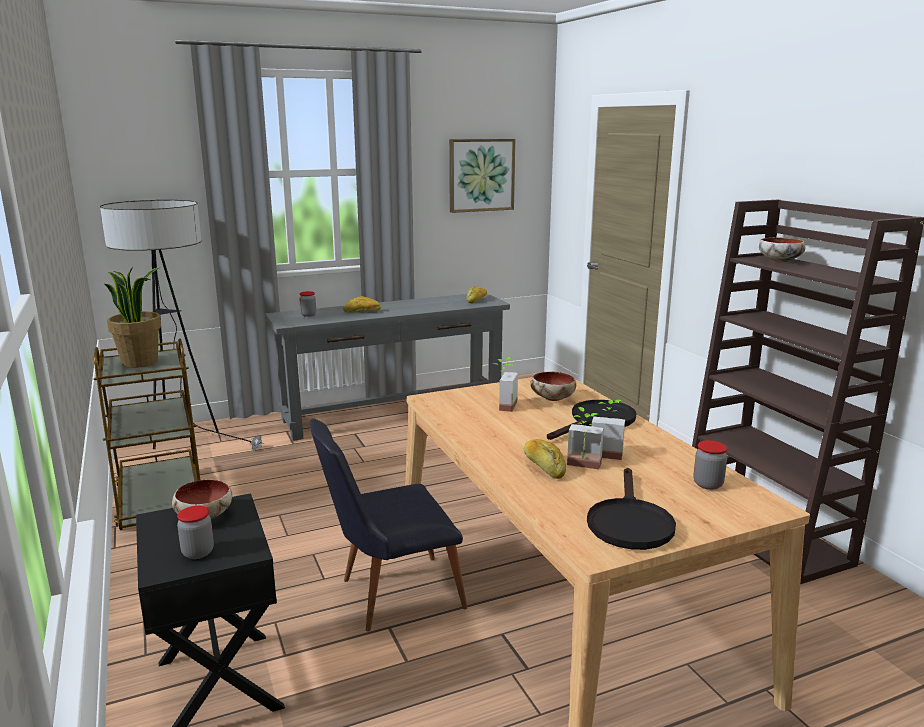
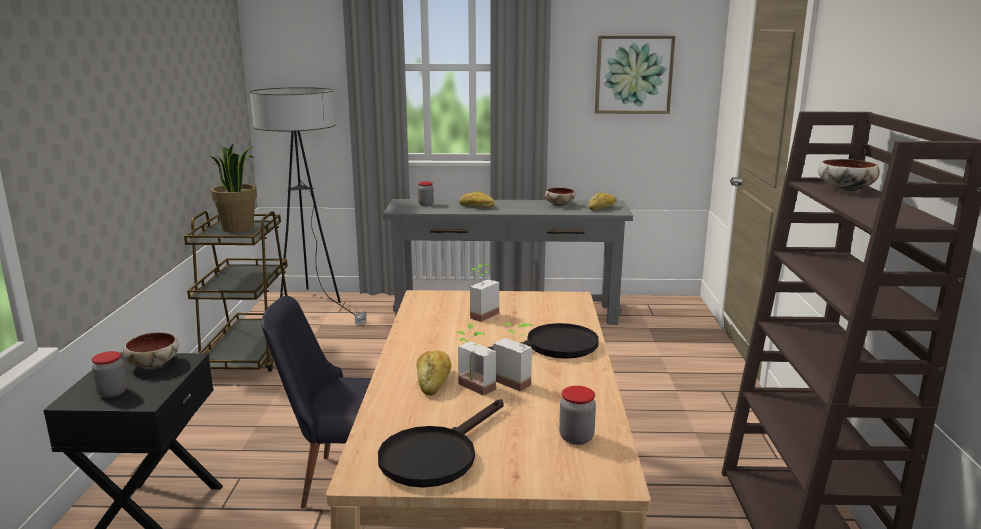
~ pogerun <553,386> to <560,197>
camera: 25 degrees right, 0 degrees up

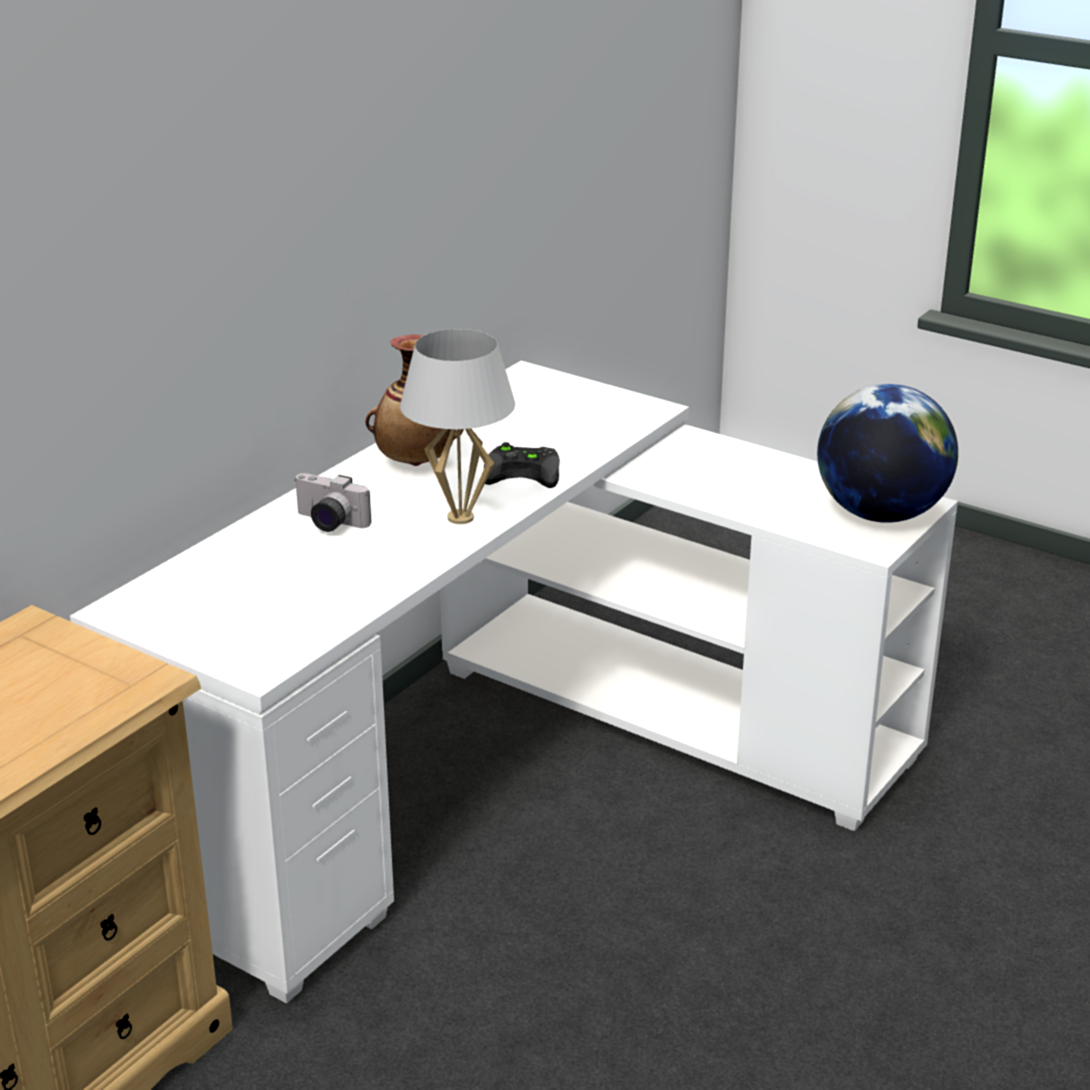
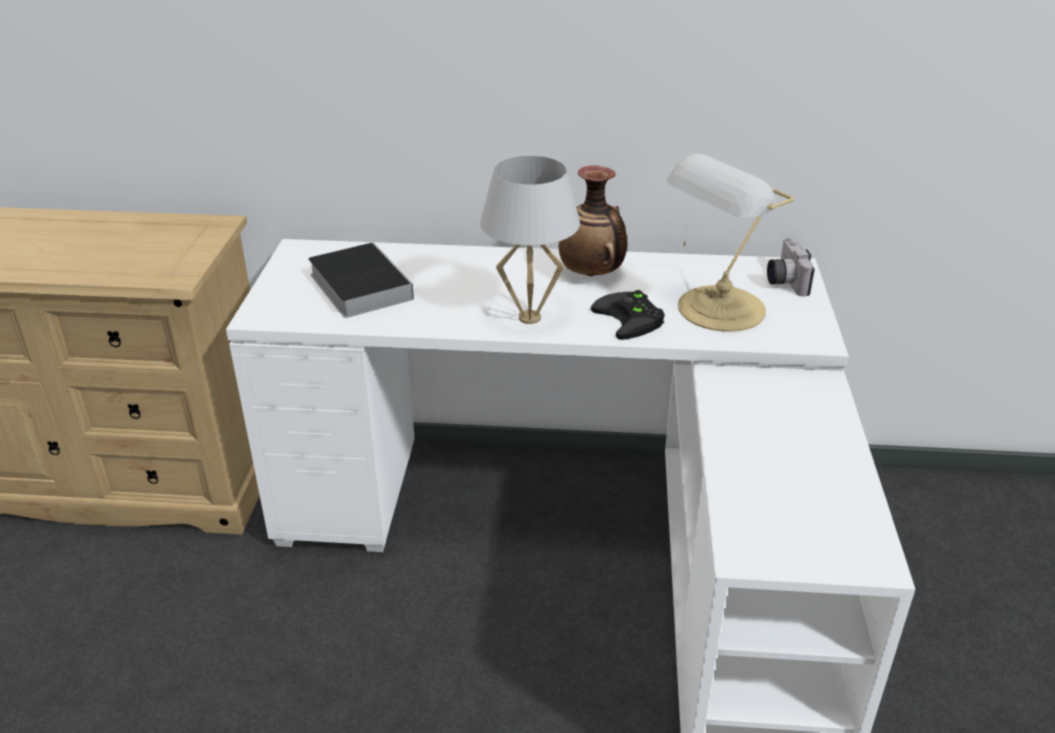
+ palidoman <361,280>
+ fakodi <731,243>
~ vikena <332,502> to <791,267>
- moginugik <887,453>
camera: 60 degrees right, 5 degrees up

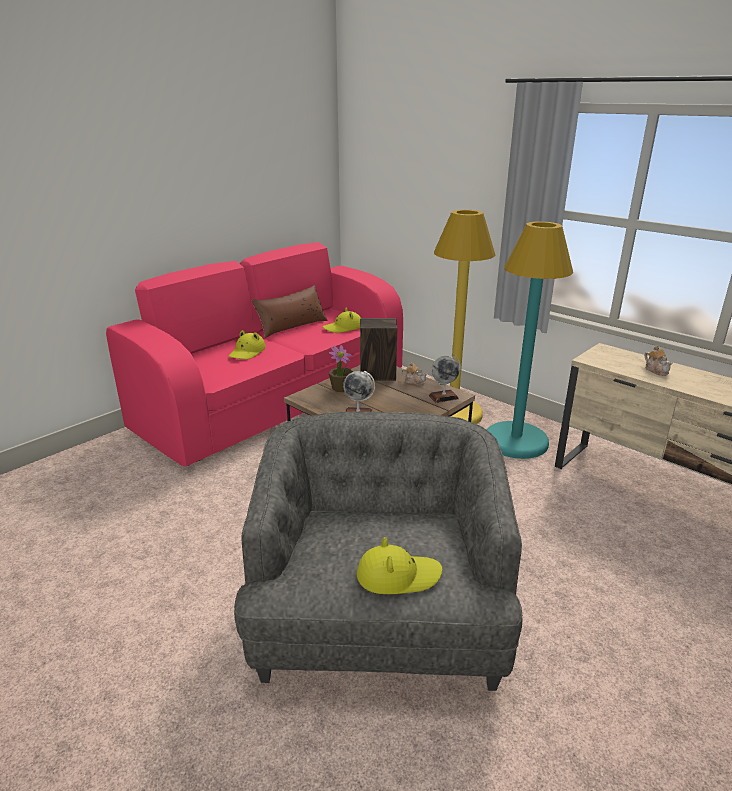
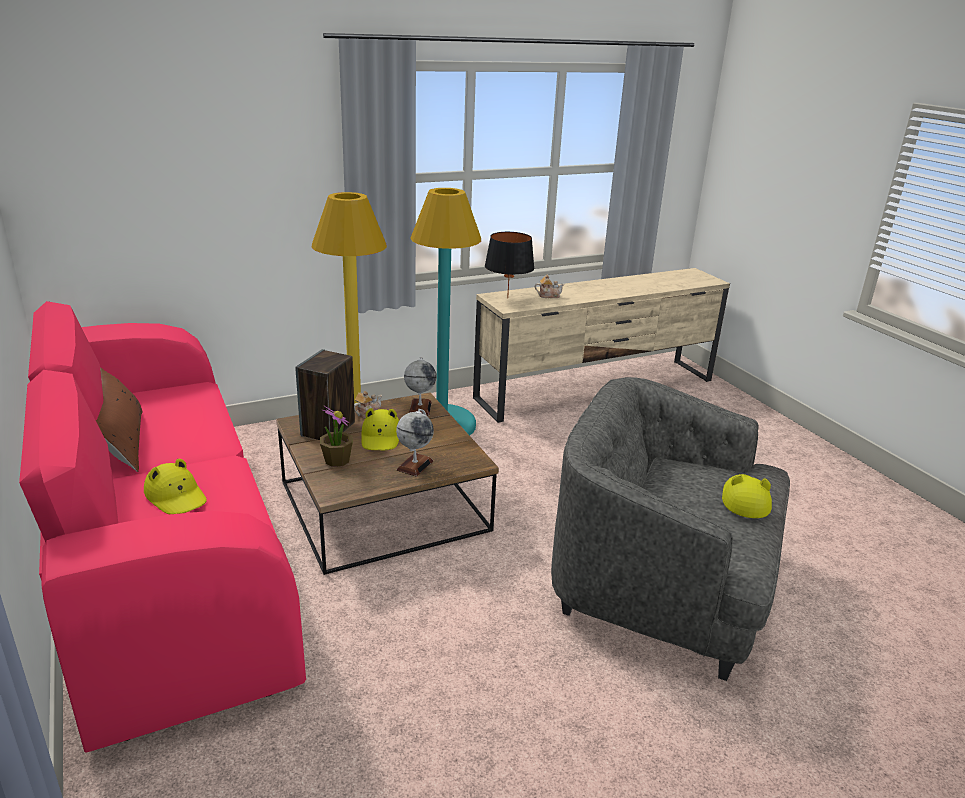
~ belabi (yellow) <342,320> to <380,429>
+ fakodi (black) <509,265>
camera: 70 degrees left, 0 degrees up

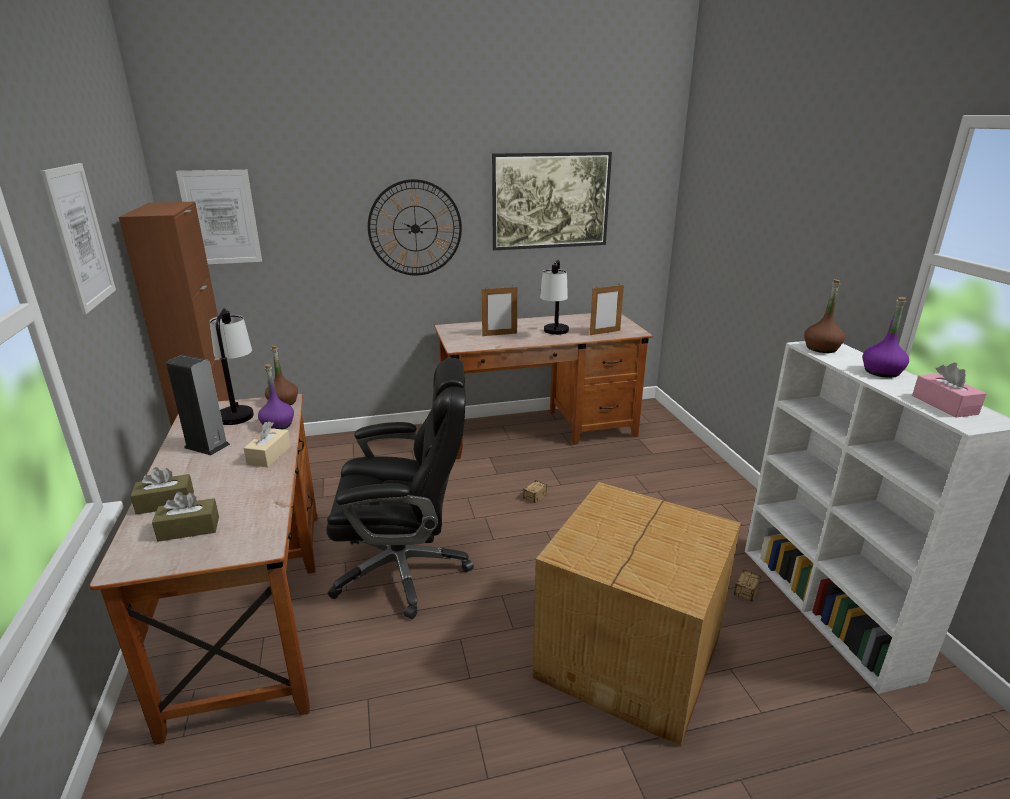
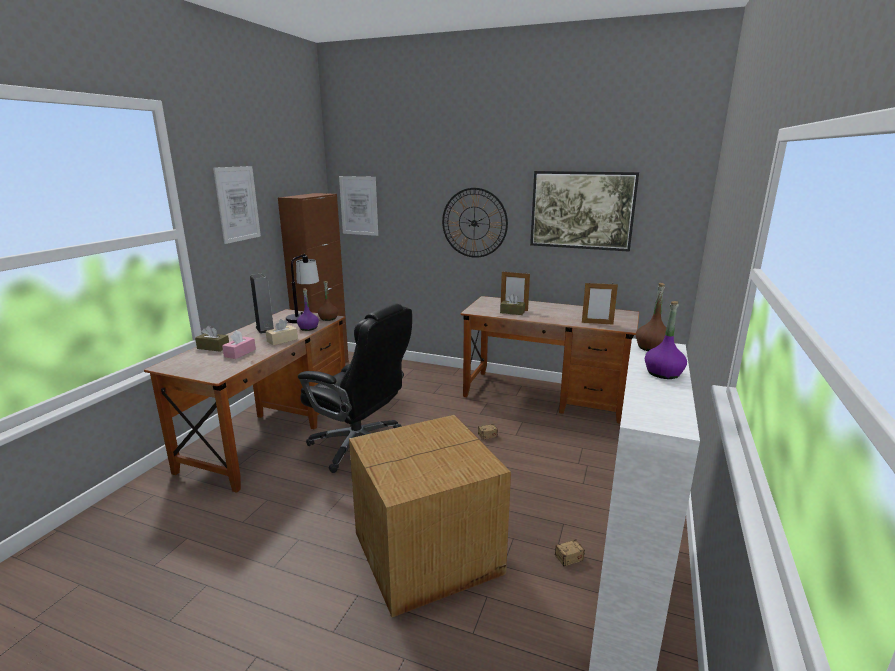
~ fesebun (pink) <949,390> to <239,344>
~ fesebun (brown) <185,517> to <512,304>
- fakodi <554,297>
camera: 35 degrees right, 5 degrees down

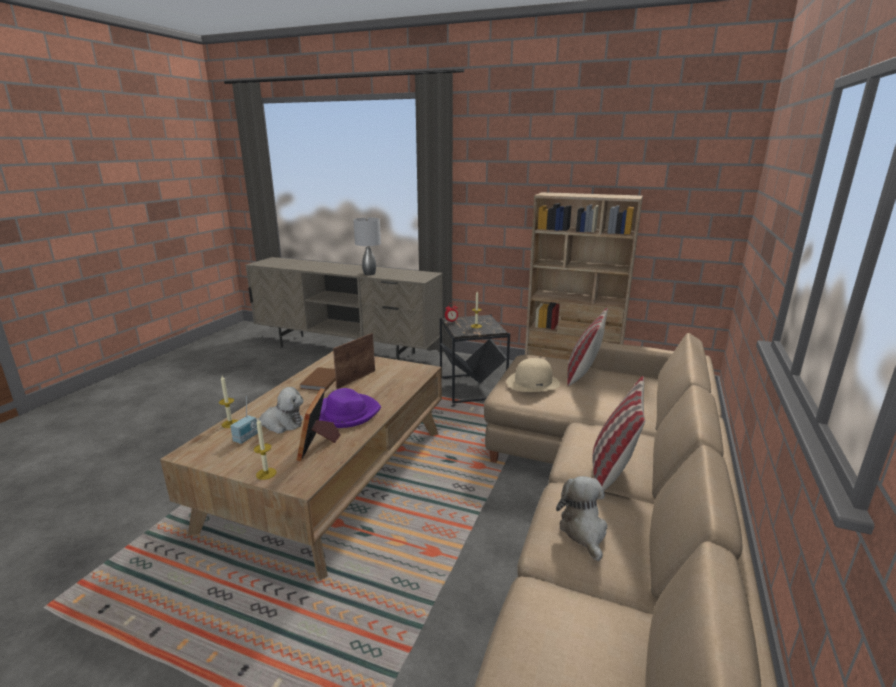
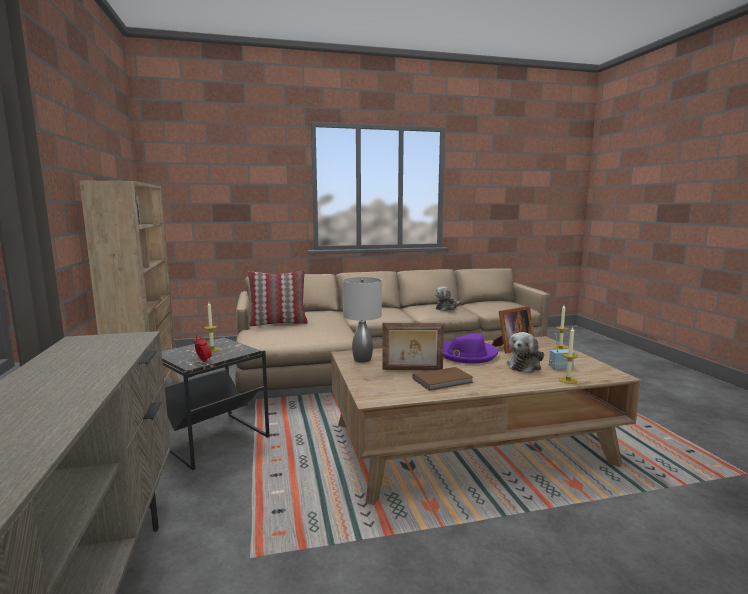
~ fakodi (grey) <367,246> to <362,320>
~ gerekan <279,410> = <525,352> 105 degrees counterclockwise
- belabi (beige) <533,375>
- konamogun <618,433>
camera: 125 degrees left, 10 degrees down

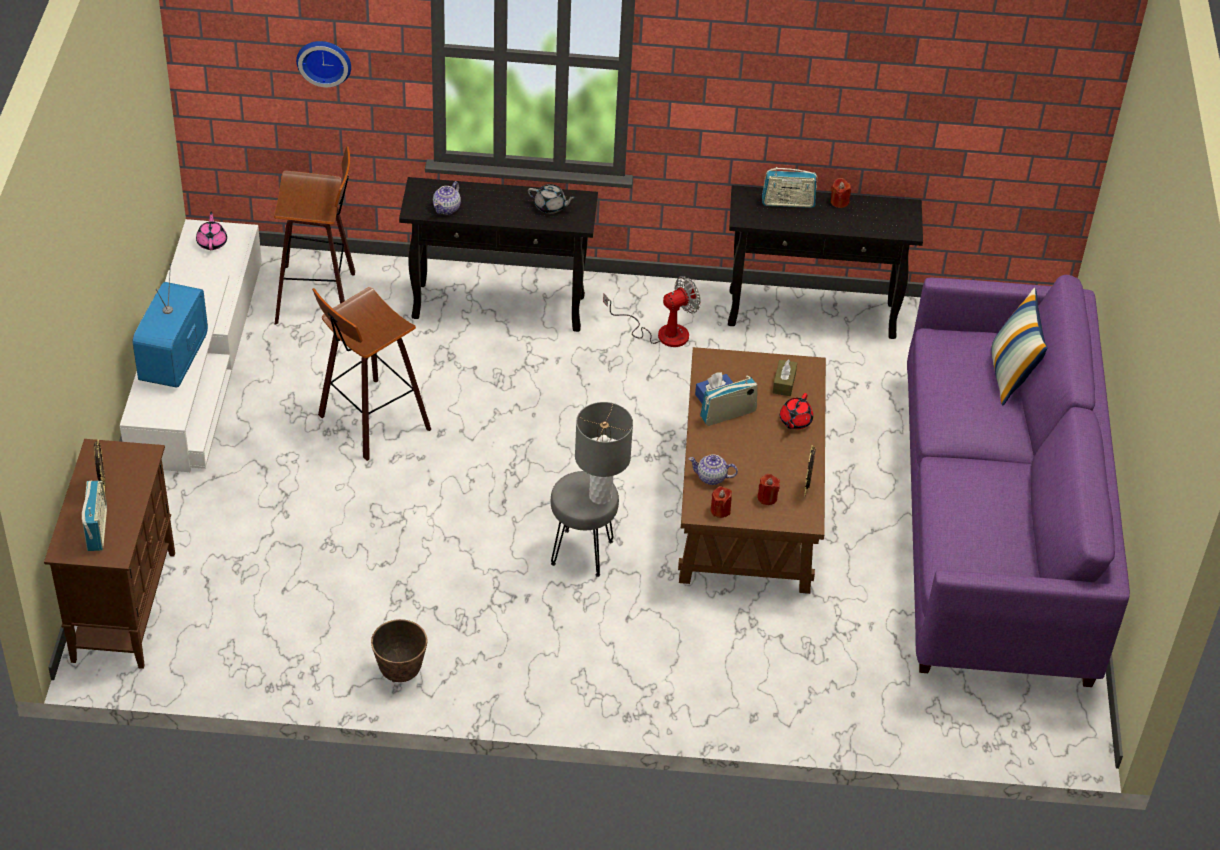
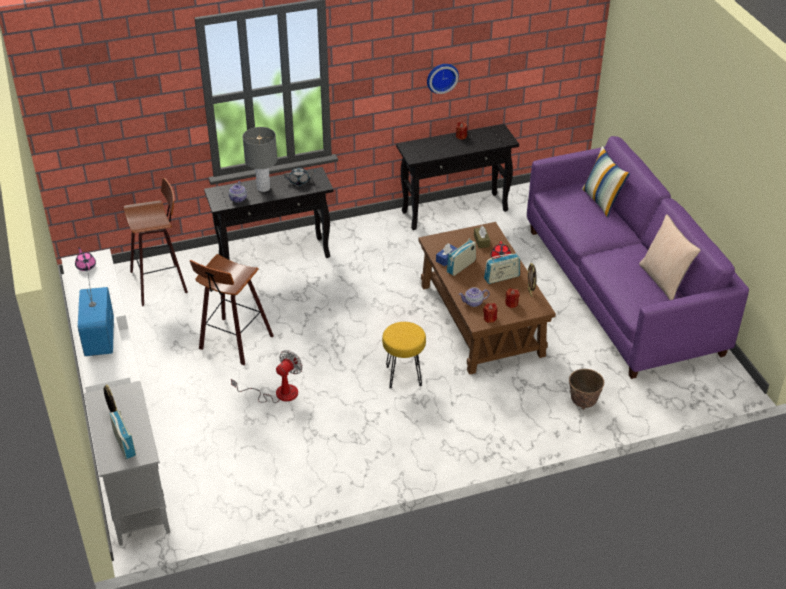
~ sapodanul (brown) <109,554> to sapodanul (grey) <127,463>
~ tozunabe <652,311> to <267,376>
~ fakodi (grey) <604,453> to <260,159>
~ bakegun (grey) <585,524> to bakegun (yellow) <404,355>
~ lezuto <323,64> to <443,79>
~ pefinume <790,187> to <502,268>
~ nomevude <399,650> to <586,389>
+ konamogun (beige) <670,257>
camera: 20 degrees left, 5 degrees down

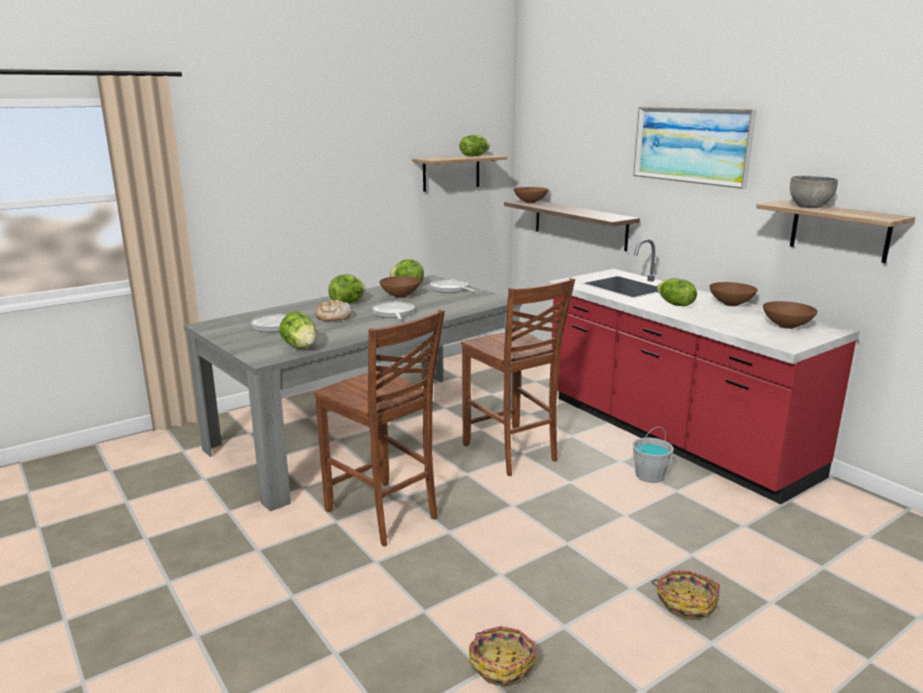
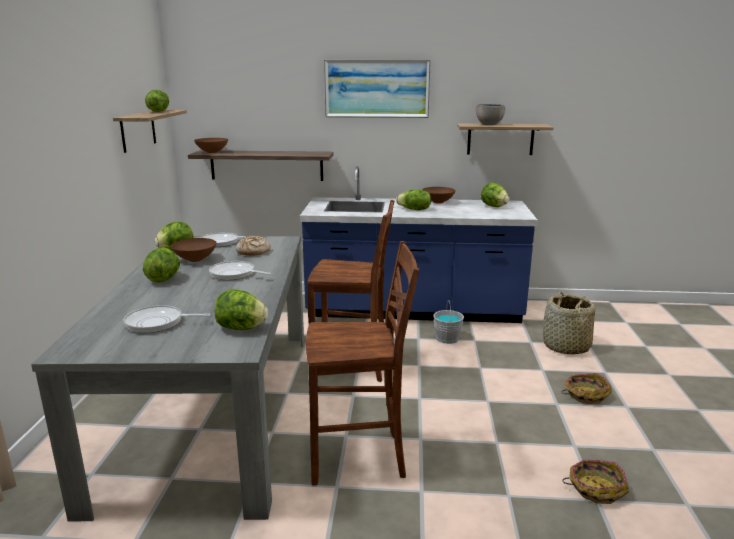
~ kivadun <333,310> to <253,246>
~ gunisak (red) <704,371> to gunisak (blue) <419,244>
~ pogerun (brown) <790,315> to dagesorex <495,194>
+ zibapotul <569,323>
camera: 50 degrees left, 0 degrees up

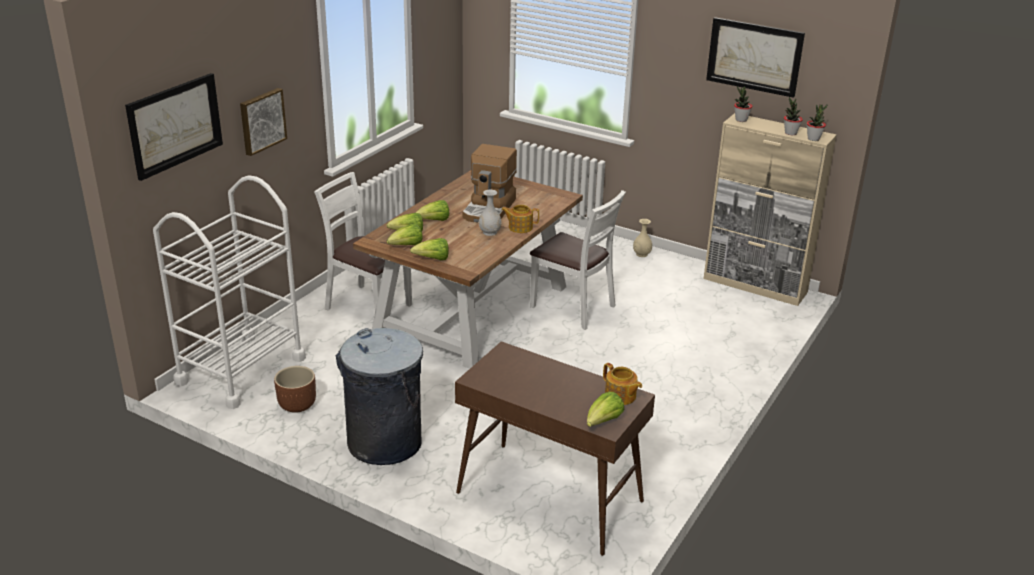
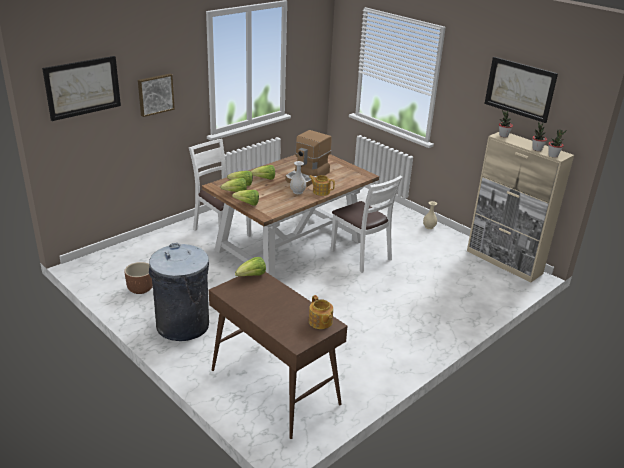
~ dagesorex <605,409> to <250,266>
- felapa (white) <229,292>
camera: 15 degrees right, 0 degrees up

